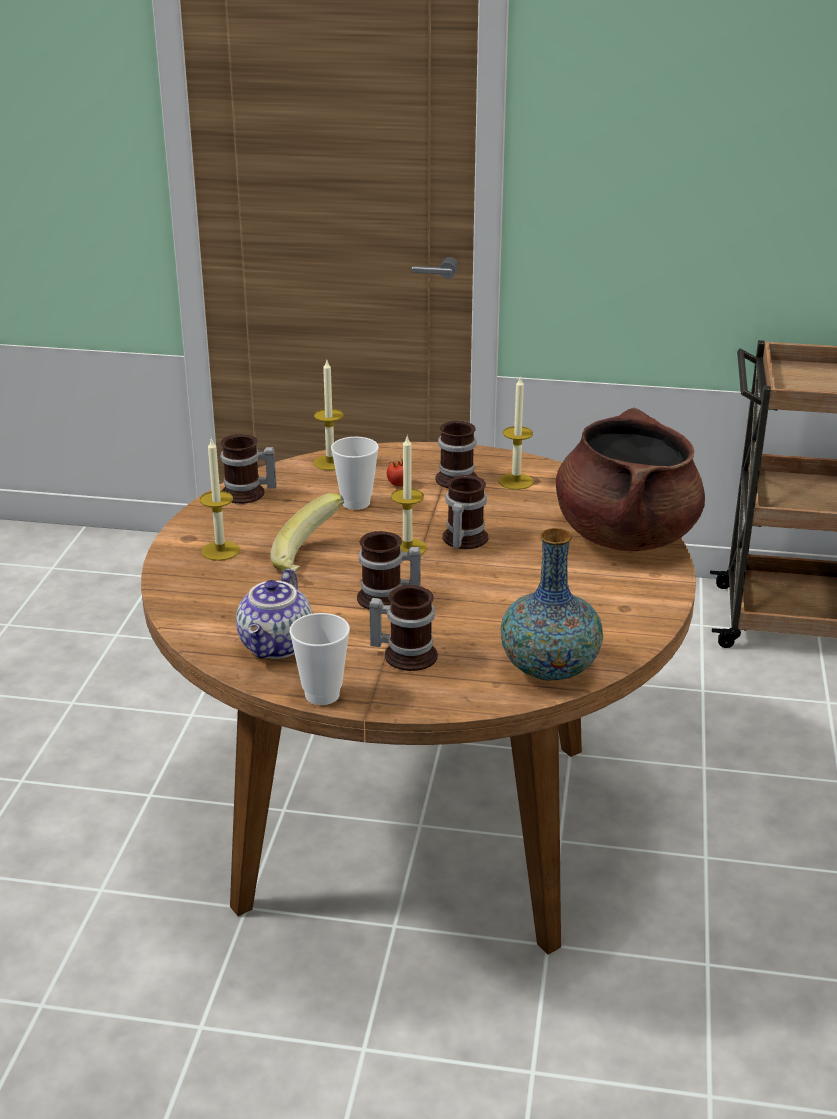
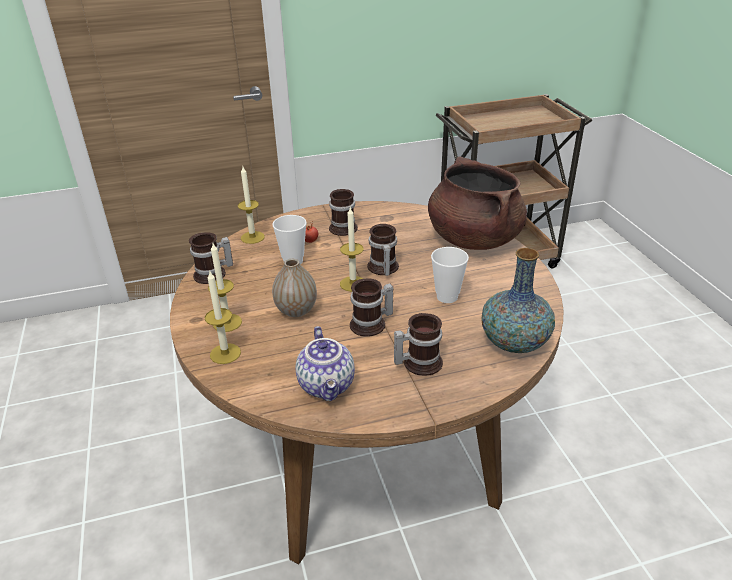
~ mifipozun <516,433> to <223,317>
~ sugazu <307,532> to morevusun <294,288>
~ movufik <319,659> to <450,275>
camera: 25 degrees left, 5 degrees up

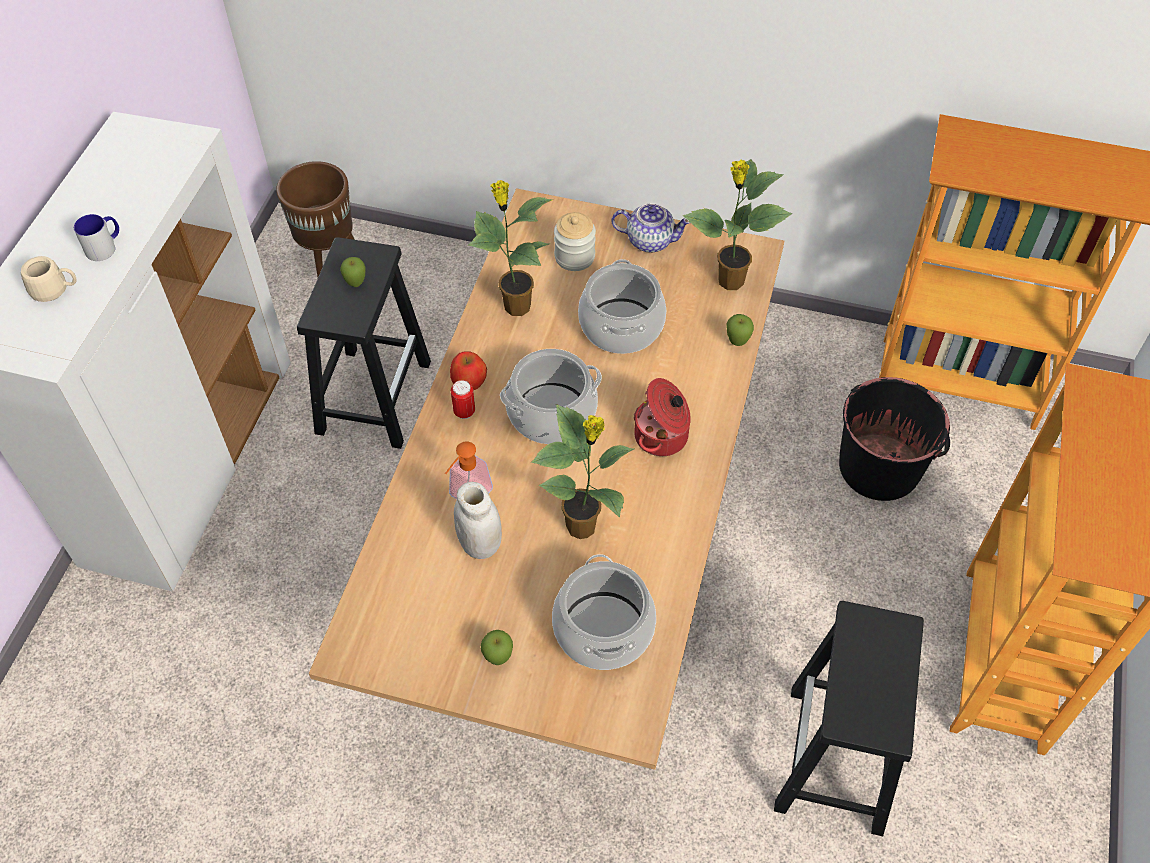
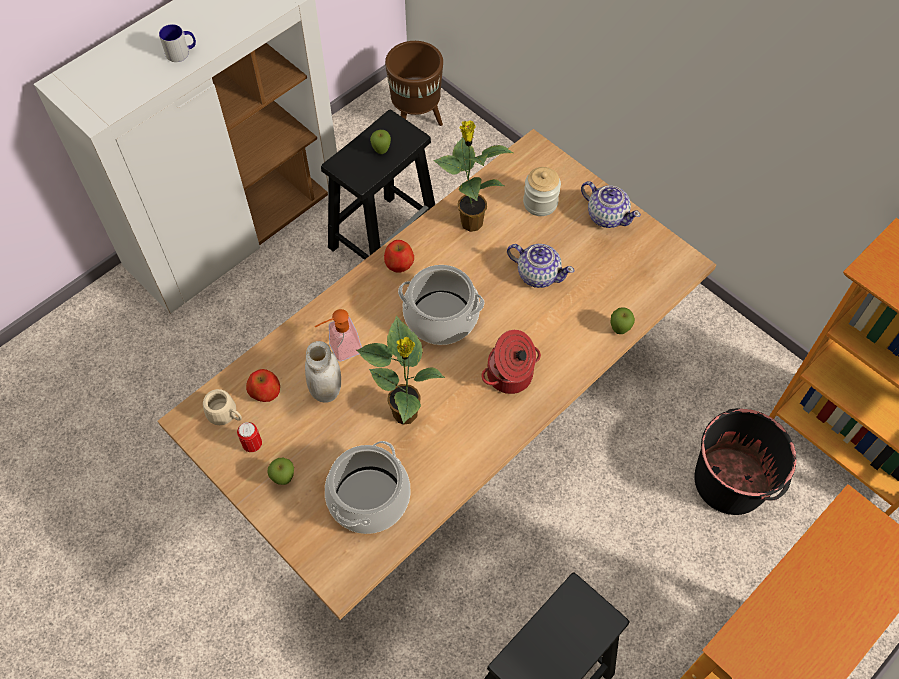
~ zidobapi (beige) <49,279> to <222,407>
~ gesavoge <463,399> to <249,437>
+ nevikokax <263,385>
~ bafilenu <622,306> to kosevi <540,266>
- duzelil <737,224>
camera: 30 degrees right, 5 degrees up

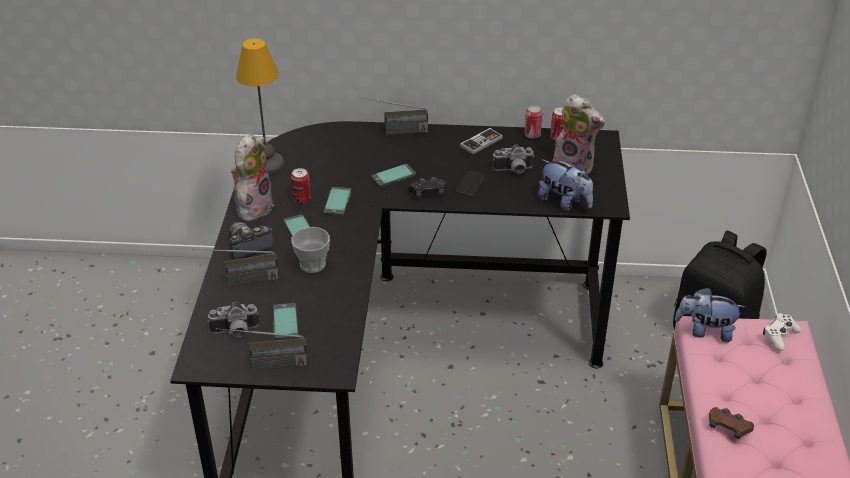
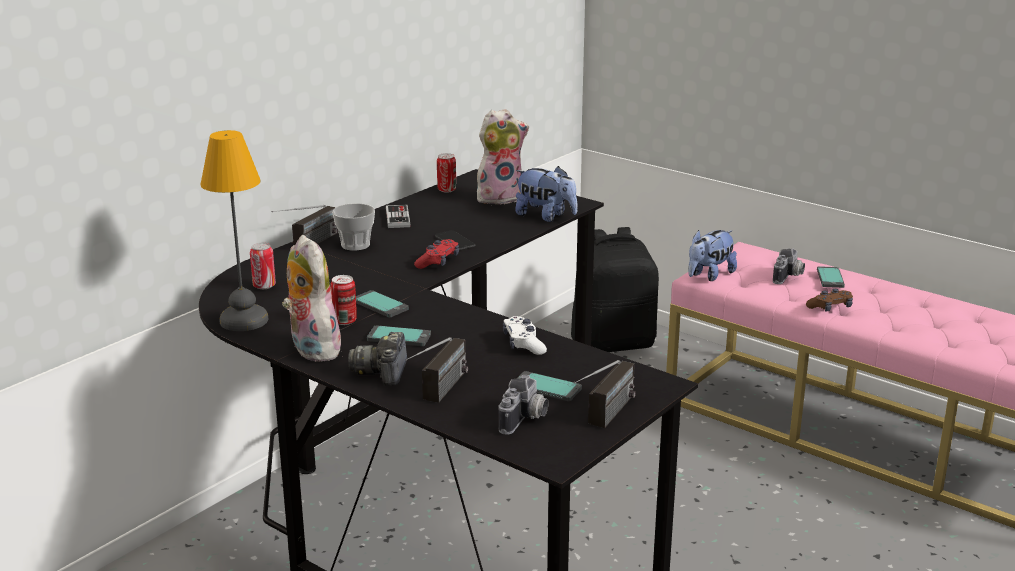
~ gesavoge <533,122> to <263,266>
~ movufik <310,250> to <353,227>
~ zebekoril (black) <427,187> to zebekoril (red) <436,254>
~ zebekoril (white) <782,332> to <525,335>
~ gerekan <565,185> = <546,194> 45 degrees clockwise
~ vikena <514,159> to <789,266>
~ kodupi <393,175> to <831,277>
camera: 55 degrees left, 15 degrees down

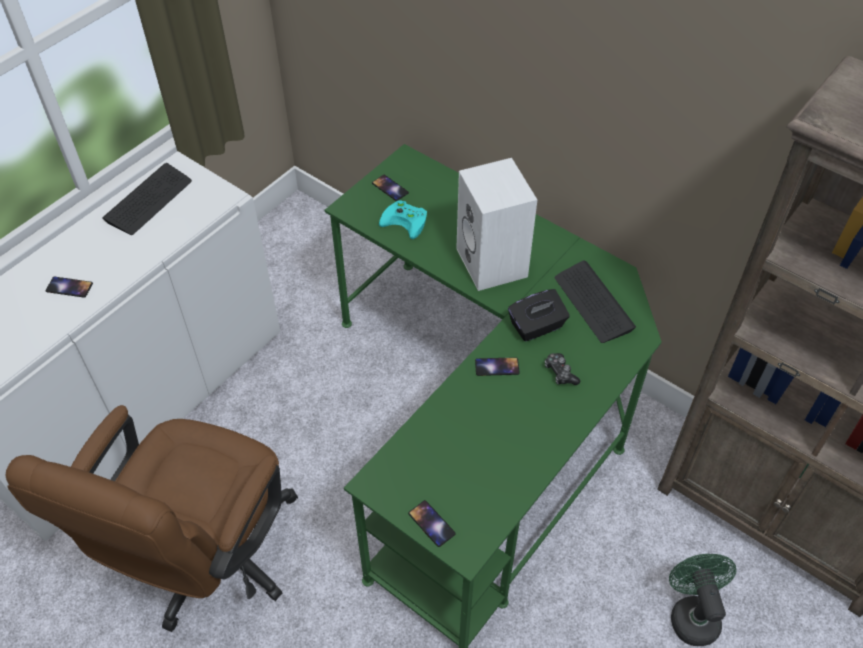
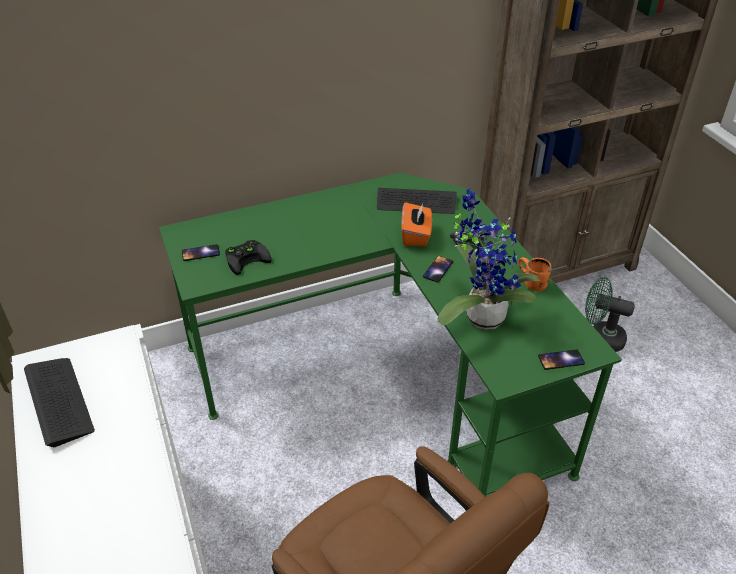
~ zebekoril (turquoise) <403,219> to zebekoril (black) <248,257>
~ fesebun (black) <539,315> to fesebun (orange) <416,224>
+ duzelil <489,259>
+ zidobapi (orange) <535,274>
- kodupi <69,287>
- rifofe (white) <496,224>
camera: 60 degrees left, 10 degrees down

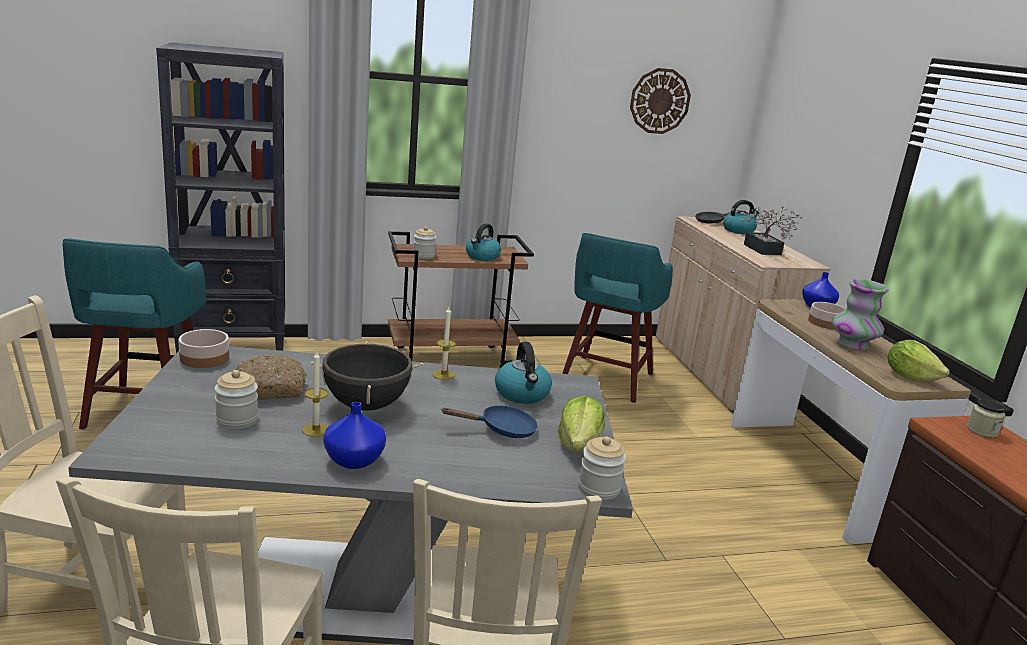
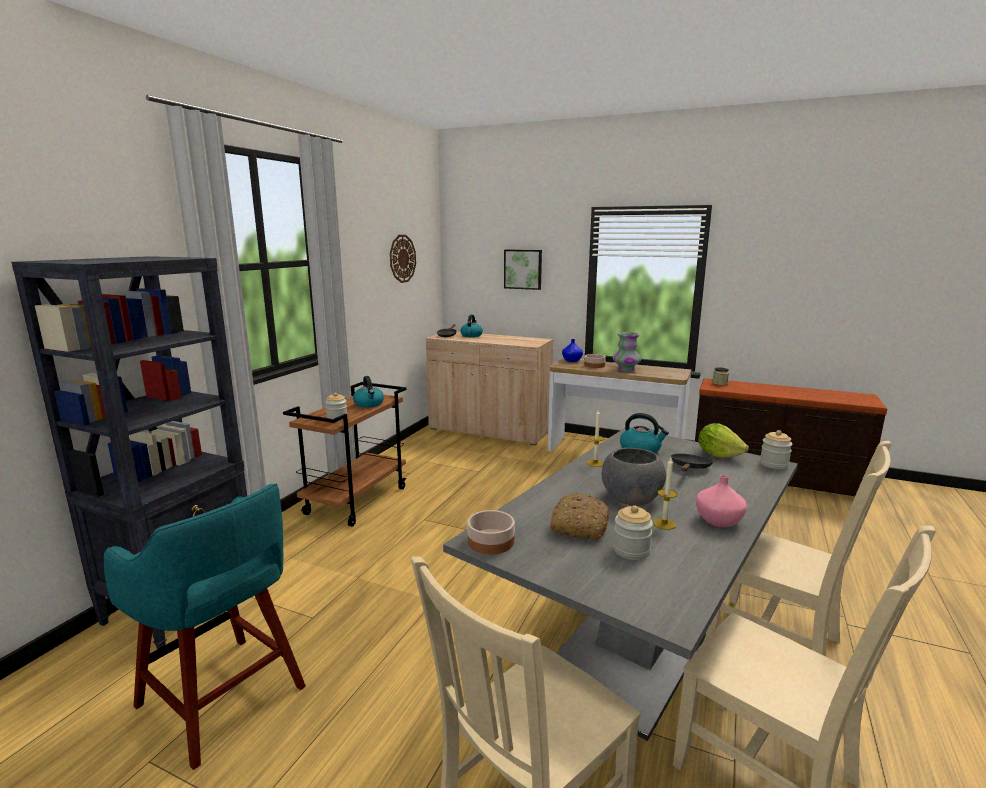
+ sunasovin <523,270>
~ bafilenu (black) <367,376> to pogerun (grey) <634,477>
~ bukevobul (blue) <490,422> to bukevobul (black) <692,462>
~ morevusun (blue) <355,435> to morevusun (pink) <721,501>
- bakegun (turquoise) <617,318>
- duzelil <772,230>
- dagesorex <918,360>
camera: 50 degrees left, 5 degrees down

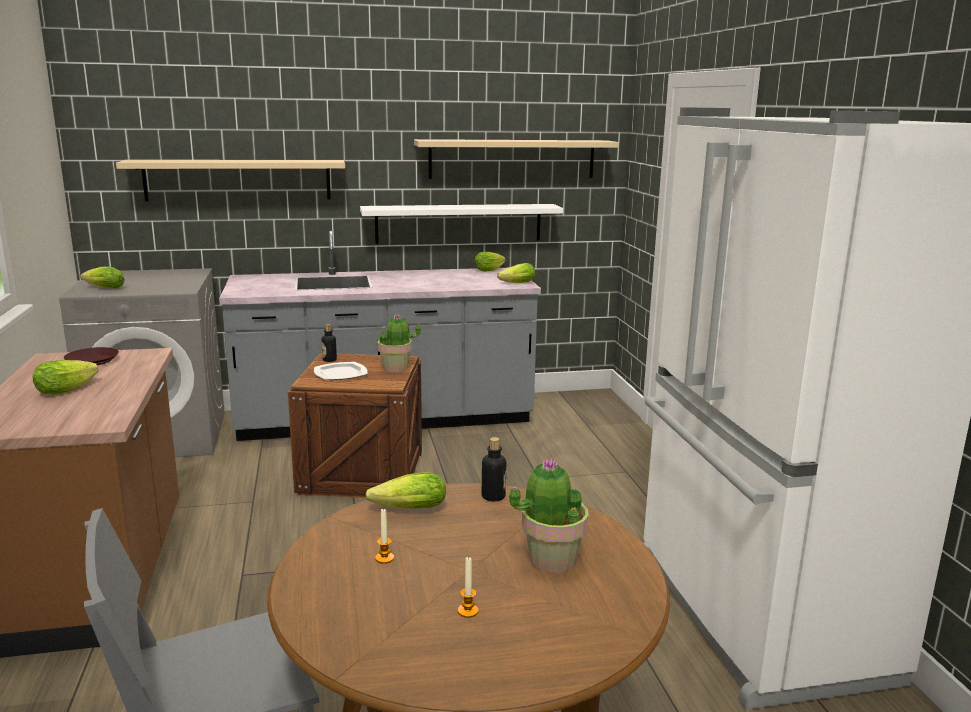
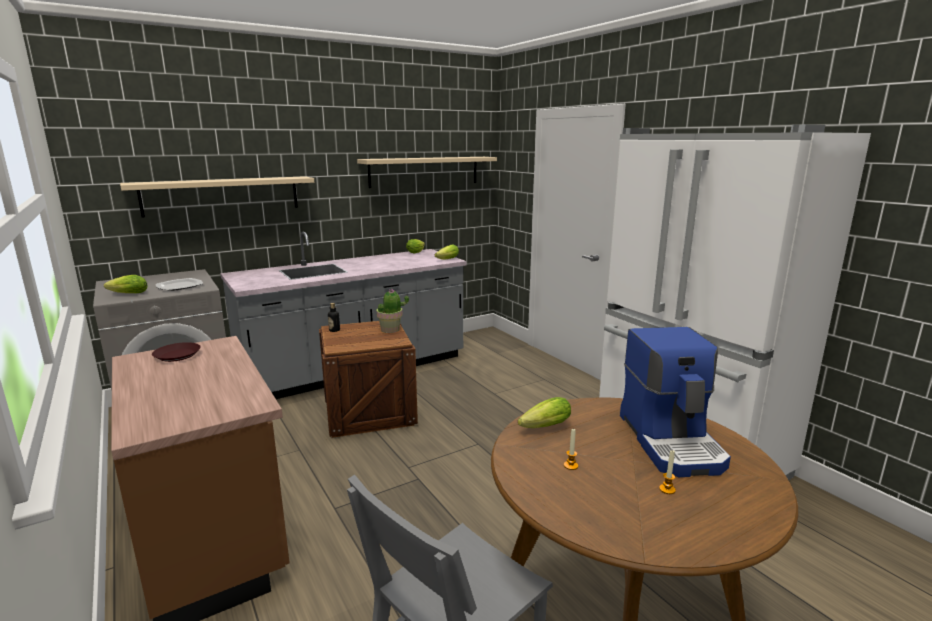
~ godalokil <340,371> to <179,284>
~ duzelil <549,515> to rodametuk <675,402>
- dagesorex <66,377>
- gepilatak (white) <461,224>
- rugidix <494,469>
camera: 20 degrees left, 0 degrees up

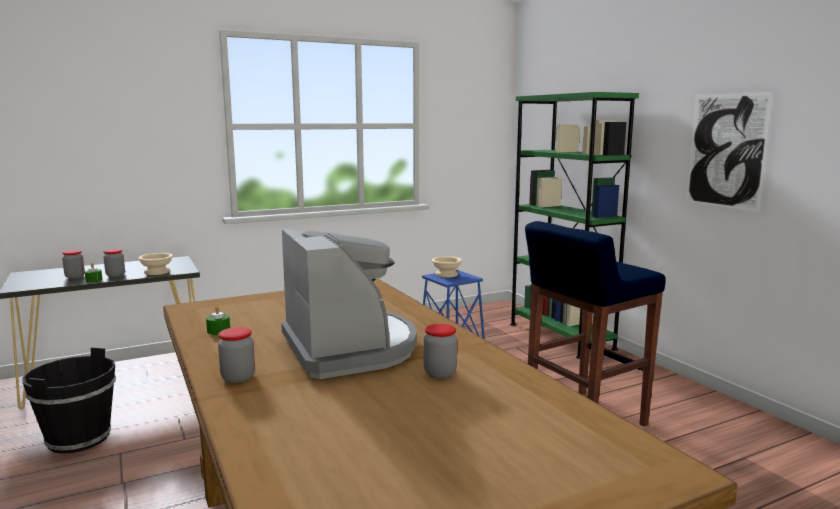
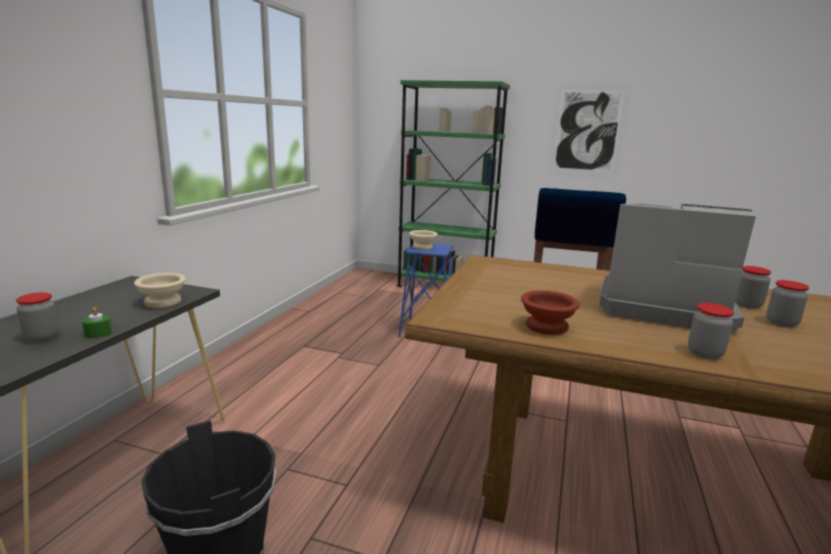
~ mifipozun (green) <218,320> to pogerun (brown) <550,312>
~ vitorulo <114,263> to <787,303>
camera: 45 degrees left, 5 degrees up

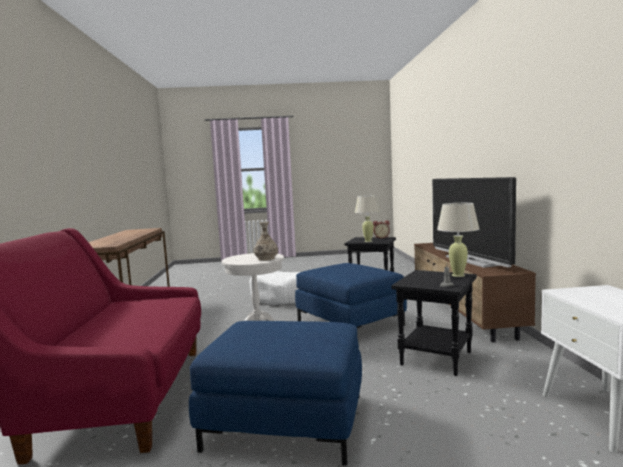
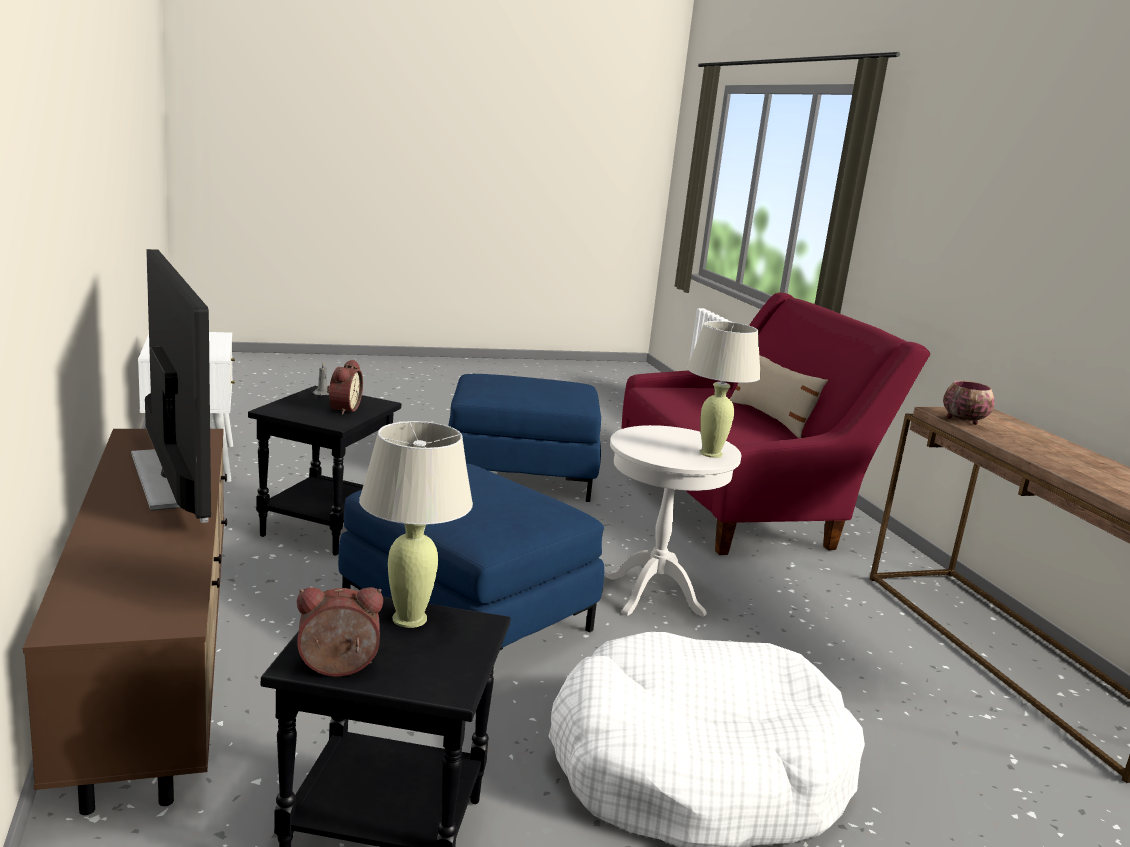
+ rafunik <345,387>
~ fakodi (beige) <458,240> to <724,389>
+ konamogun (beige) <779,396>
+ pogerun <969,403>
- morevusun <266,241>
camera: 165 degrees right, 10 degrees up

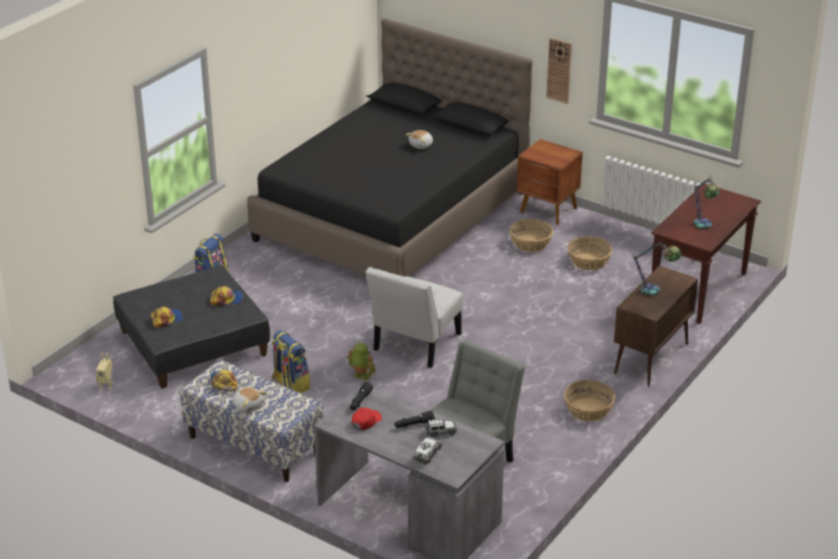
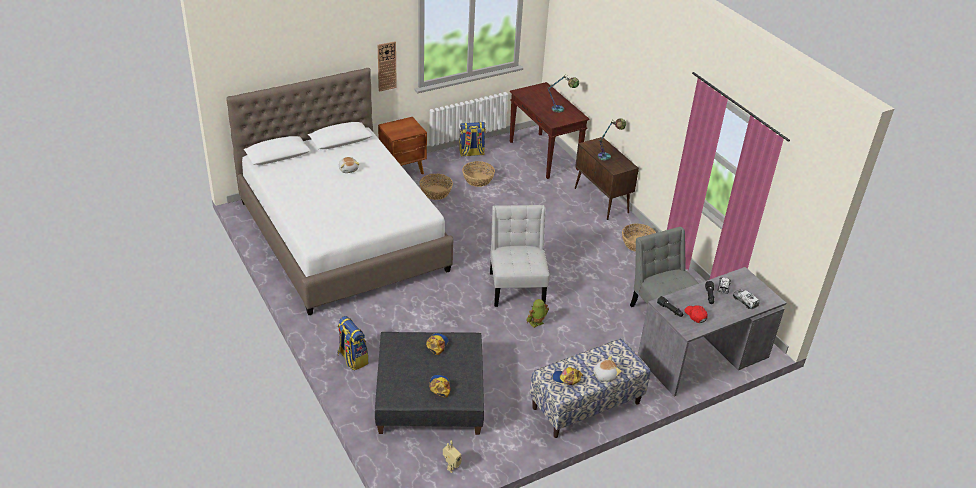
~ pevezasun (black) <390,147> to pevezasun (white) <340,191>
~ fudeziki <291,361> to <472,139>
~ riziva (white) <414,317> = <520,256> 150 degrees counterclockwise
camera: 65 degrees left, 5 degrees up

